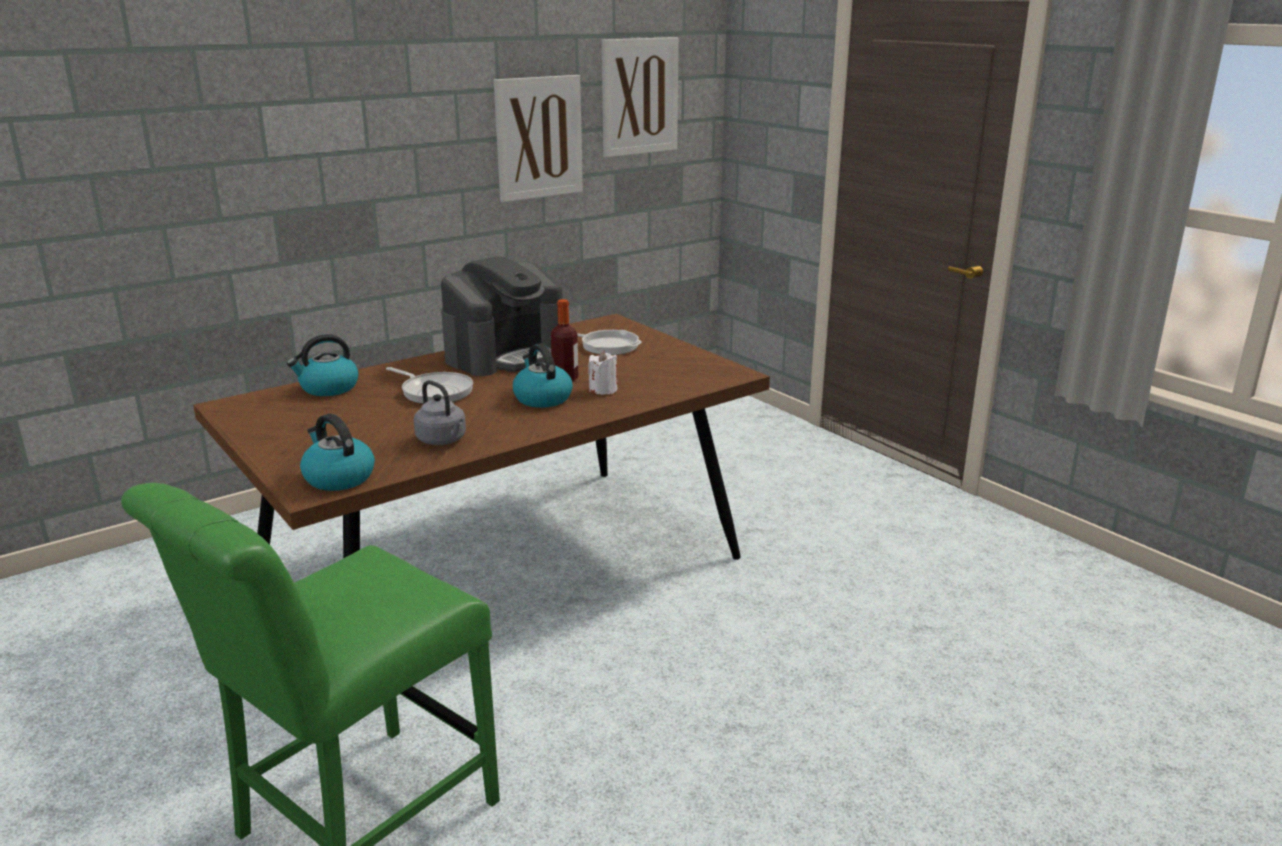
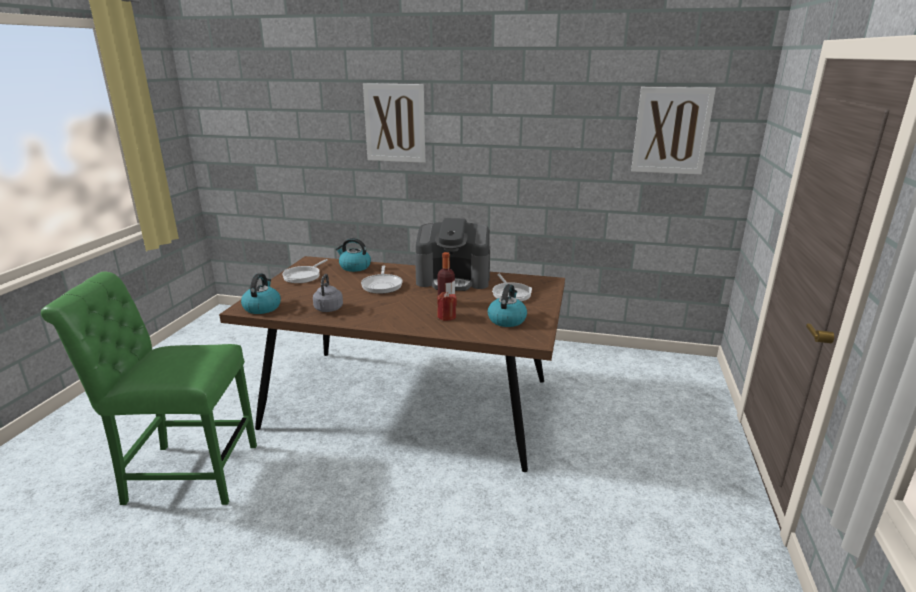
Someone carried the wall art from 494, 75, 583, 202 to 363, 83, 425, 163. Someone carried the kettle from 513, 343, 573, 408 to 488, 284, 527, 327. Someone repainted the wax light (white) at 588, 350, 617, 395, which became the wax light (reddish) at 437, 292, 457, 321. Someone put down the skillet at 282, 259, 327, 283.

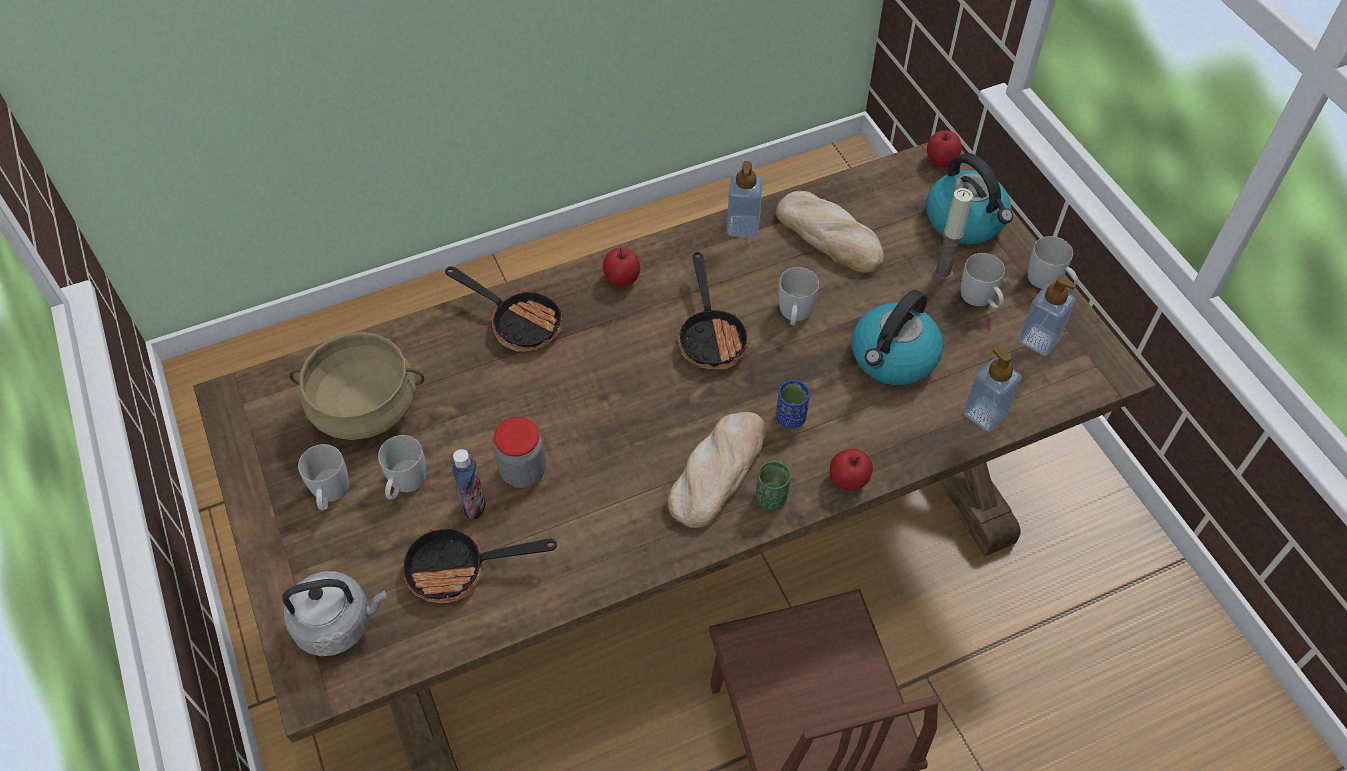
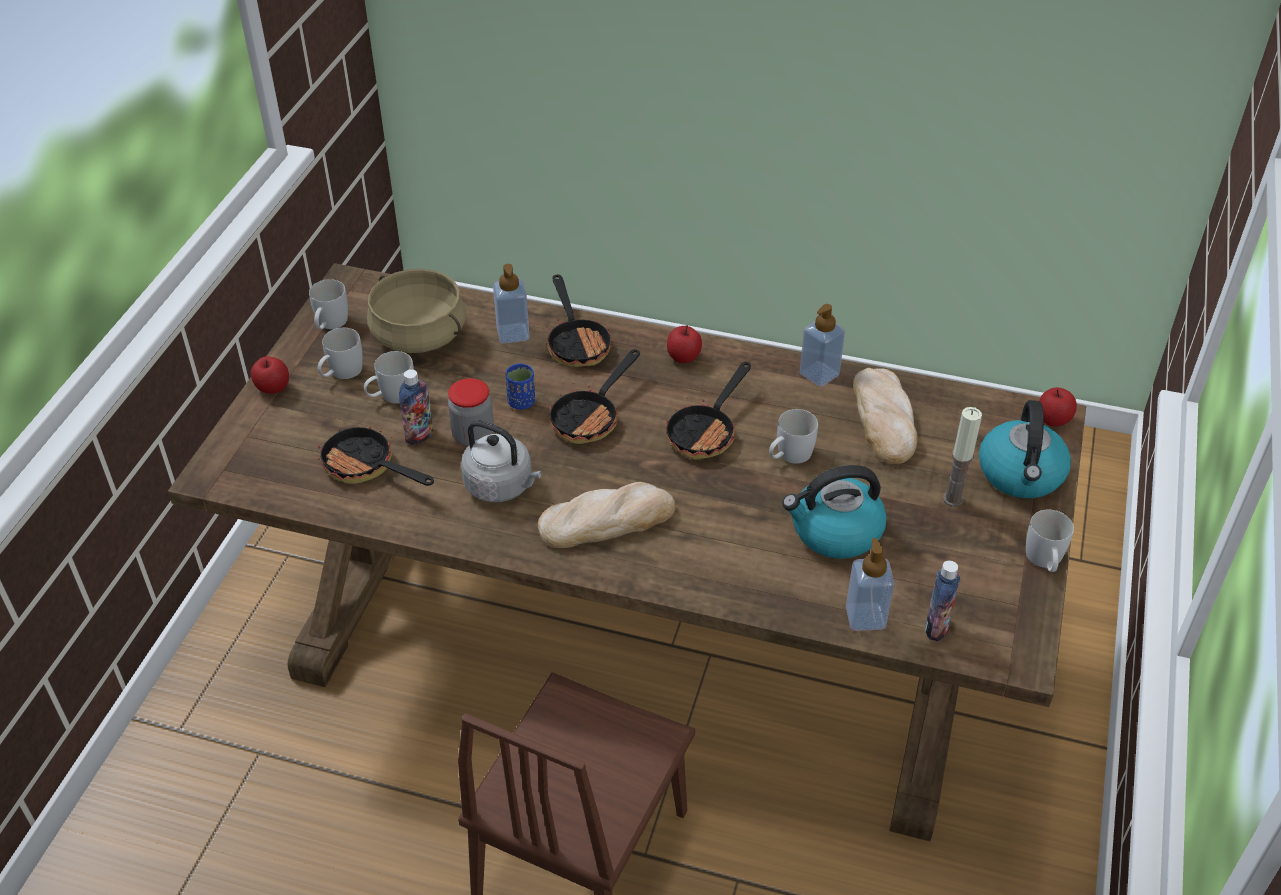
Someone carried the coffee mug (white) from 961, 253, 1005, 309 to 309, 279, 348, 329. Someone carried the soap bottle from 1019, 276, 1076, 356 to 493, 264, 530, 344. Someone carried the cup (bluish) from 776, 380, 810, 429 to 506, 364, 535, 410. Someone carried the apple from 830, 449, 873, 491 to 251, 356, 289, 394. Someone took away the cup (greenish) at 756, 461, 791, 510. Someone carried the kettle (gray) from 282, 571, 387, 656 to 461, 420, 542, 502. Someone put down the skillet at 548, 349, 640, 444. Someone put down the bottle at 925, 560, 960, 641.

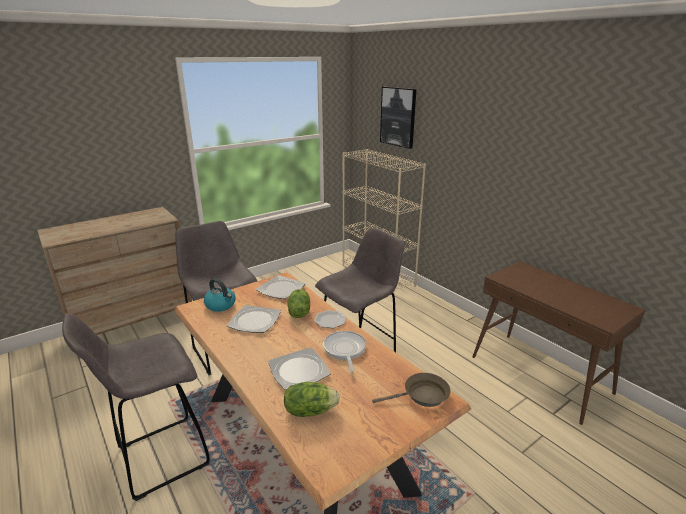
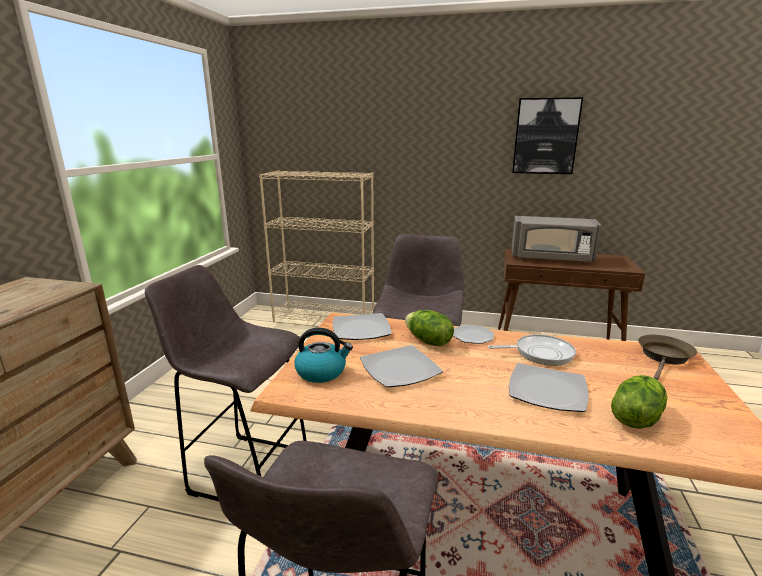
Someone carried the wall art from 380, 87, 416, 149 to 512, 98, 583, 174. Someone rotated the skillet at 323, 331, 366, 372 by 135 degrees clockwise. Someone put down the microwave (gray) at 512, 216, 602, 263.

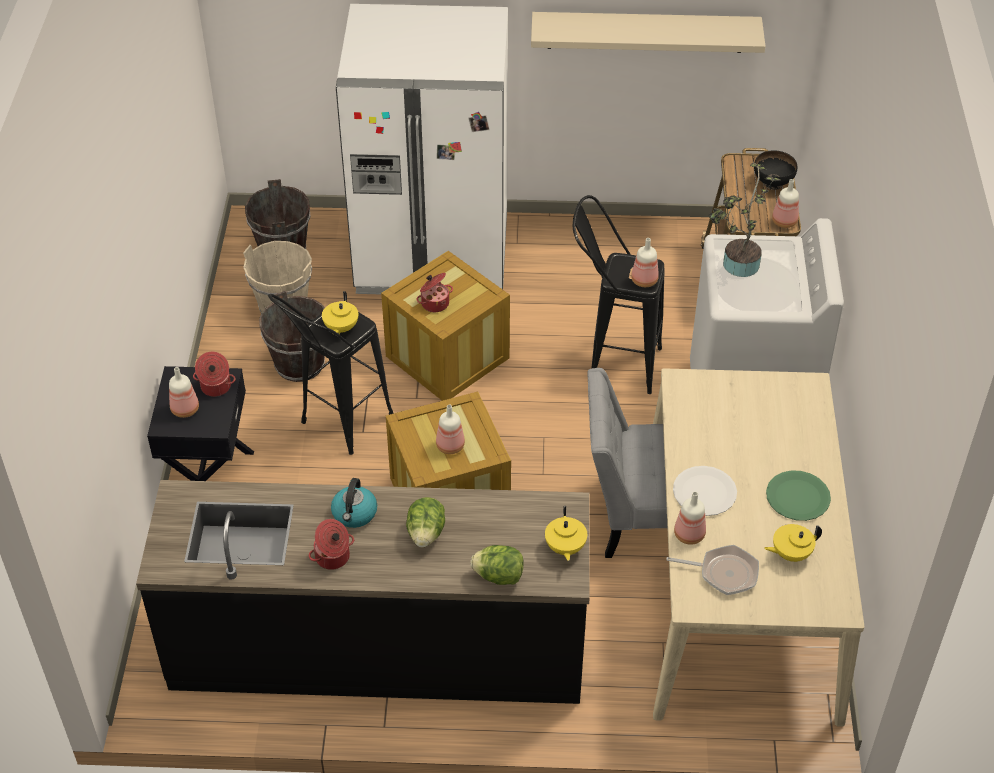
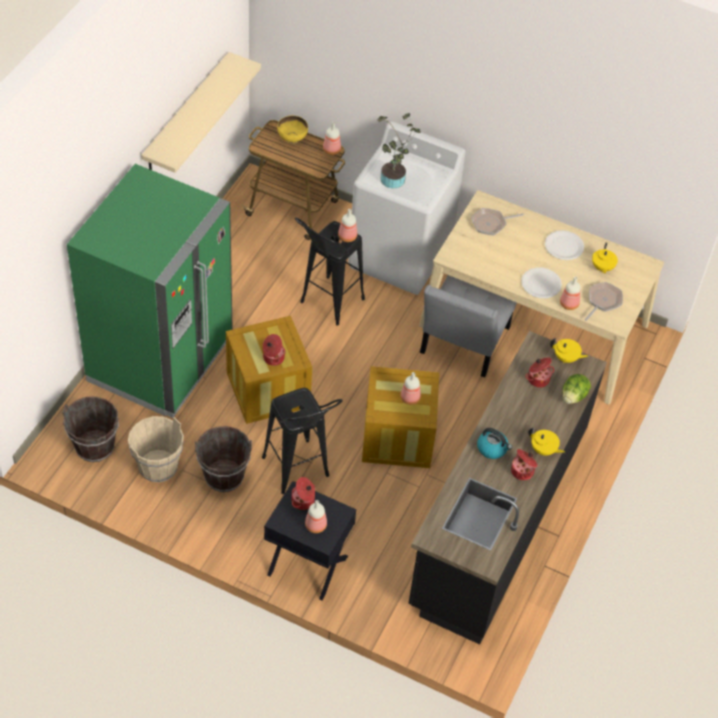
Someone repainted the fridge (white) at 336, 4, 508, 294, which became the fridge (greenish) at 67, 164, 233, 418. Someone repainted the deep dish (blackish) at 754, 150, 797, 190, which became the deep dish (yellow) at 277, 116, 308, 144. Someone carried the teapot (yellow) from 322, 291, 358, 334 to 528, 428, 565, 456. Someone repainted the dinner plate (greenish) at 766, 471, 831, 521, which became the dinner plate (white) at 545, 230, 584, 260. Someone took away the lettuce head at 406, 497, 445, 547. Someone put down the skillet at 471, 208, 524, 236. Someone put down the cooking pot at 526, 358, 554, 387.

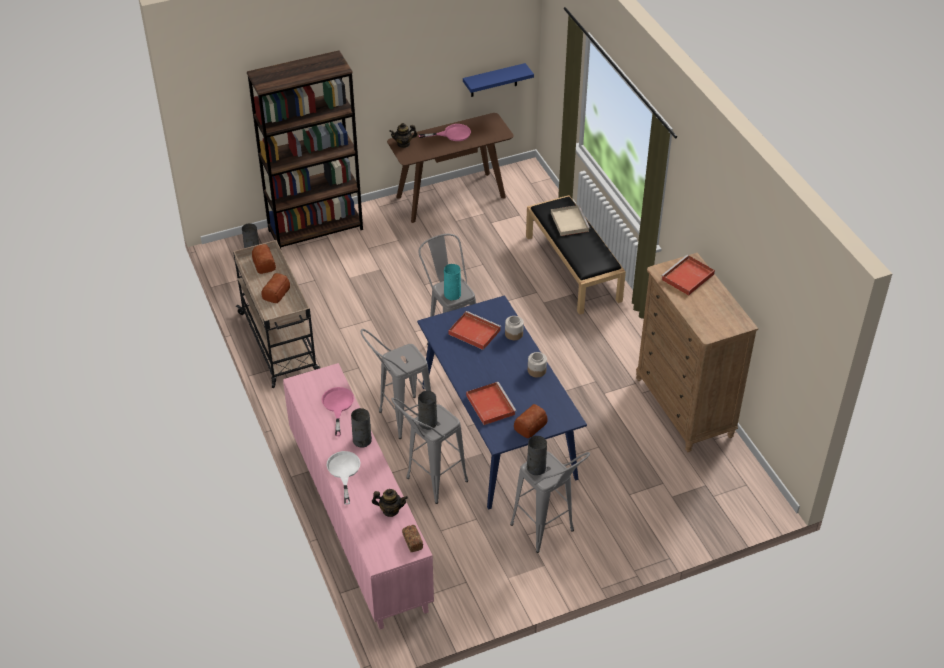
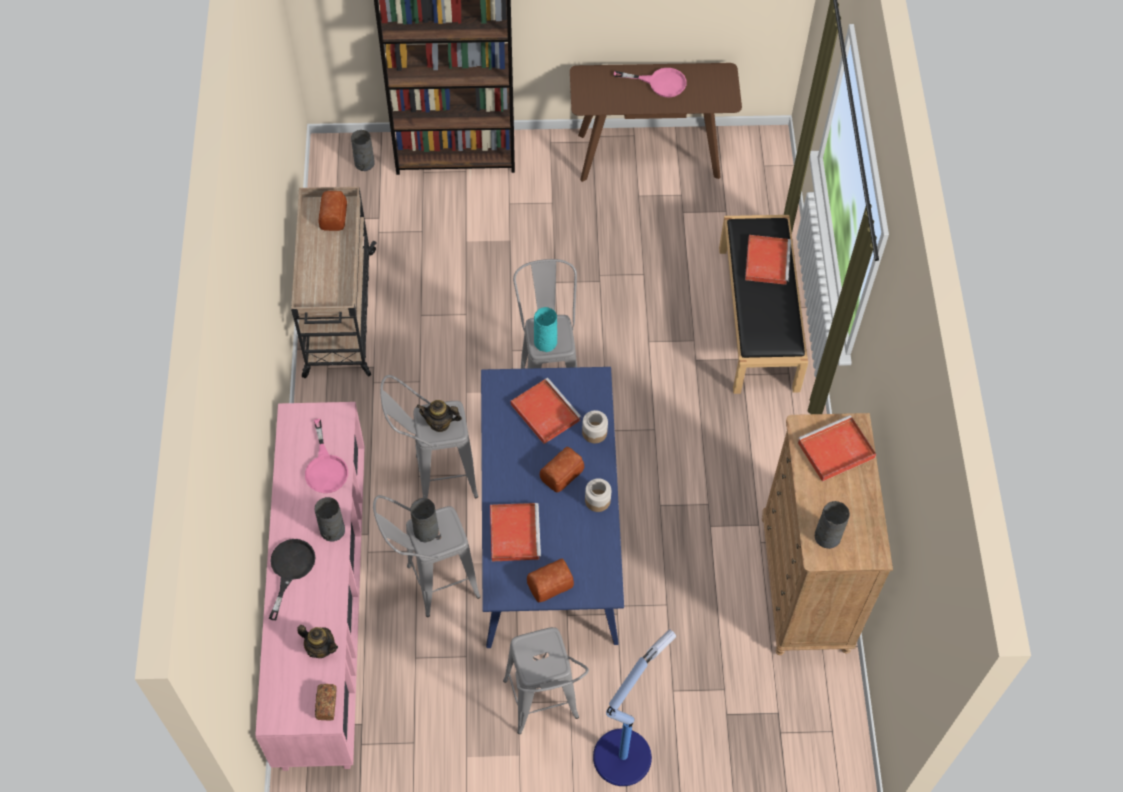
Someone took away the wall shelf (bluish) at 463, 63, 534, 97. Someone carried the teapot from 389, 123, 417, 148 to 416, 400, 462, 432. Someone repainted the serving tray (beige-coloured) at 551, 205, 590, 236, which became the serving tray (reddish) at 745, 235, 791, 285. Someone carried the baked bread from 261, 273, 290, 303 to 540, 447, 584, 493. Someone rotated the skillet (pink) at 322, 387, 354, 436 by 150 degrees clockwise. Someone carried the vase (gray) from 527, 436, 547, 475 to 815, 501, 850, 549. Someone repainted the skillet (white) at 326, 451, 360, 504, which became the skillet (blackish) at 269, 539, 316, 620. Someone put down the standard lamp at 593, 629, 676, 786.

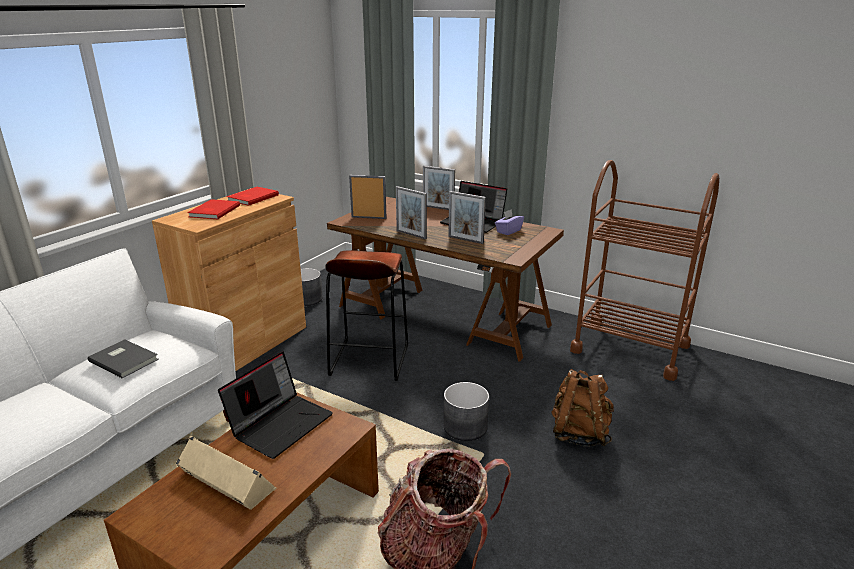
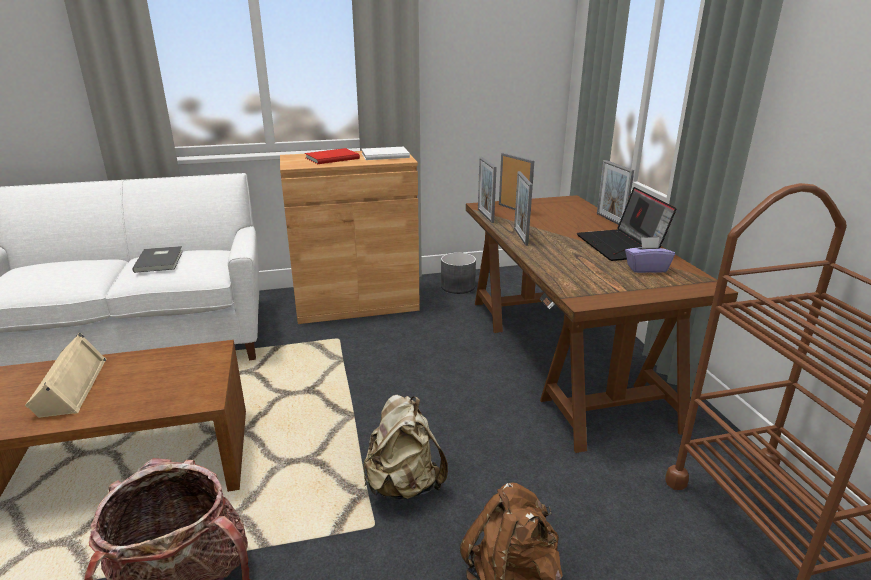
Someone repainted the volume (reddish) at 226, 187, 279, 206, which became the volume (white) at 362, 147, 410, 160. Someone carried the standing frame from 448, 191, 486, 244 to 478, 157, 497, 223. Someone took away the stool (brown) at 325, 250, 408, 381. Someone took away the laptop at 218, 352, 333, 459. Someone swapped the flower pot (gray) at 444, 382, 489, 441 for the rucksack (beige-coloured) at 363, 395, 448, 500.

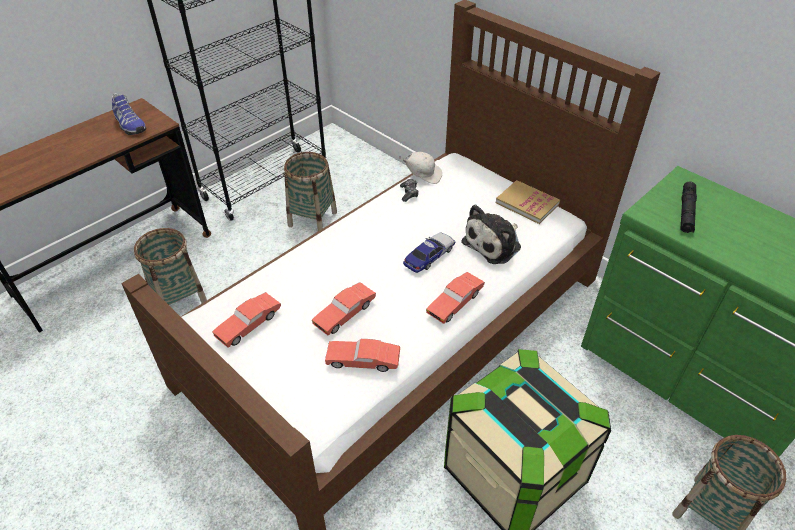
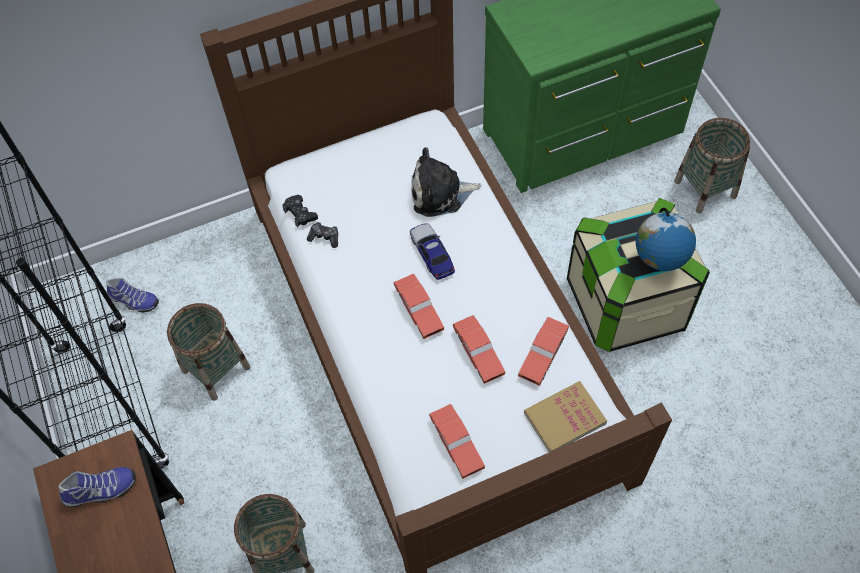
Someone swapped the baseball cap (white) at 399, 152, 442, 184 for the gamepad (blackish) at 282, 195, 318, 227. Someone carried the volume from 496, 180, 560, 224 to 524, 381, 607, 452. Someone took away the hand torch (blackish) at 680, 182, 697, 233. Someone rotated the plush toy at 461, 205, 521, 264 by 105 degrees clockwise. Someone carried the model car (reddish) from 426, 272, 485, 324 to 394, 274, 444, 339. Someone put down the desk globe at 636, 208, 696, 271. Someone put down the item of footwear at 107, 278, 159, 313.

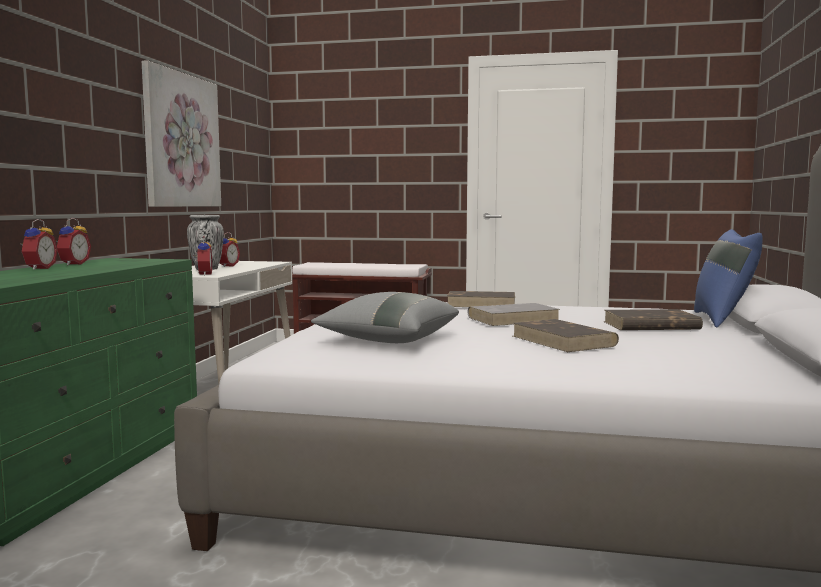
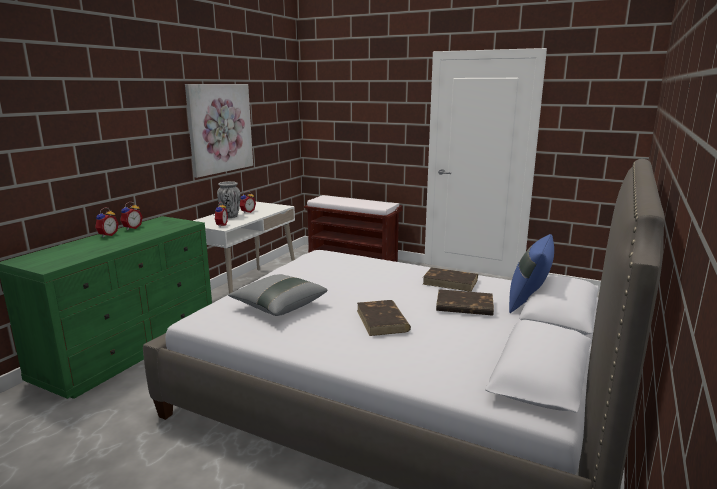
Someone carried the volume (brown) from 447, 291, 515, 307 to 423, 267, 478, 292. Someone took away the volume (gray) at 468, 303, 560, 326.

